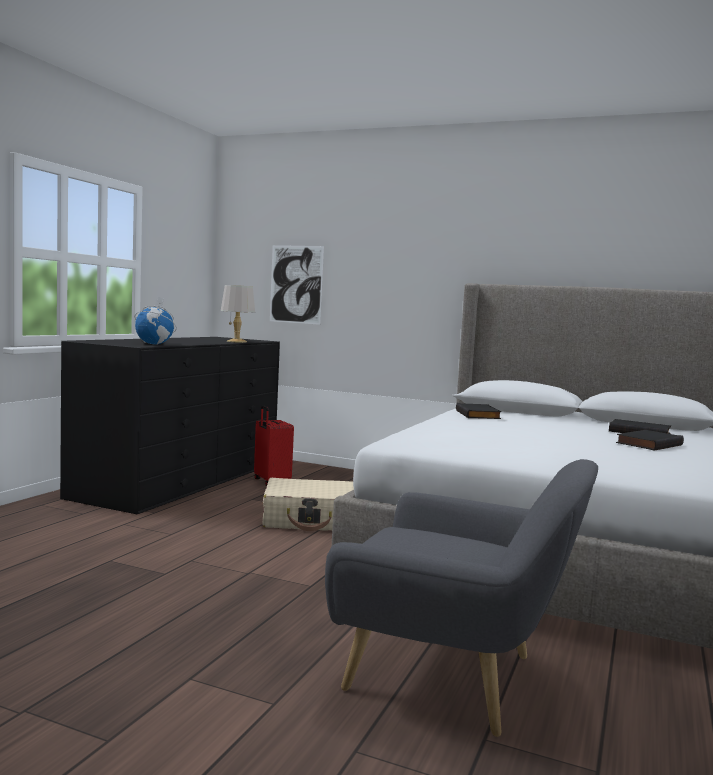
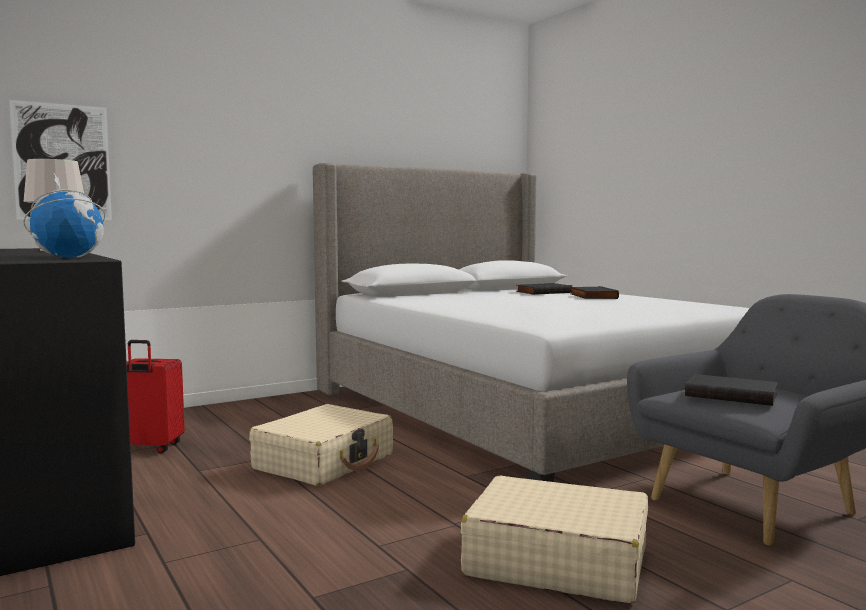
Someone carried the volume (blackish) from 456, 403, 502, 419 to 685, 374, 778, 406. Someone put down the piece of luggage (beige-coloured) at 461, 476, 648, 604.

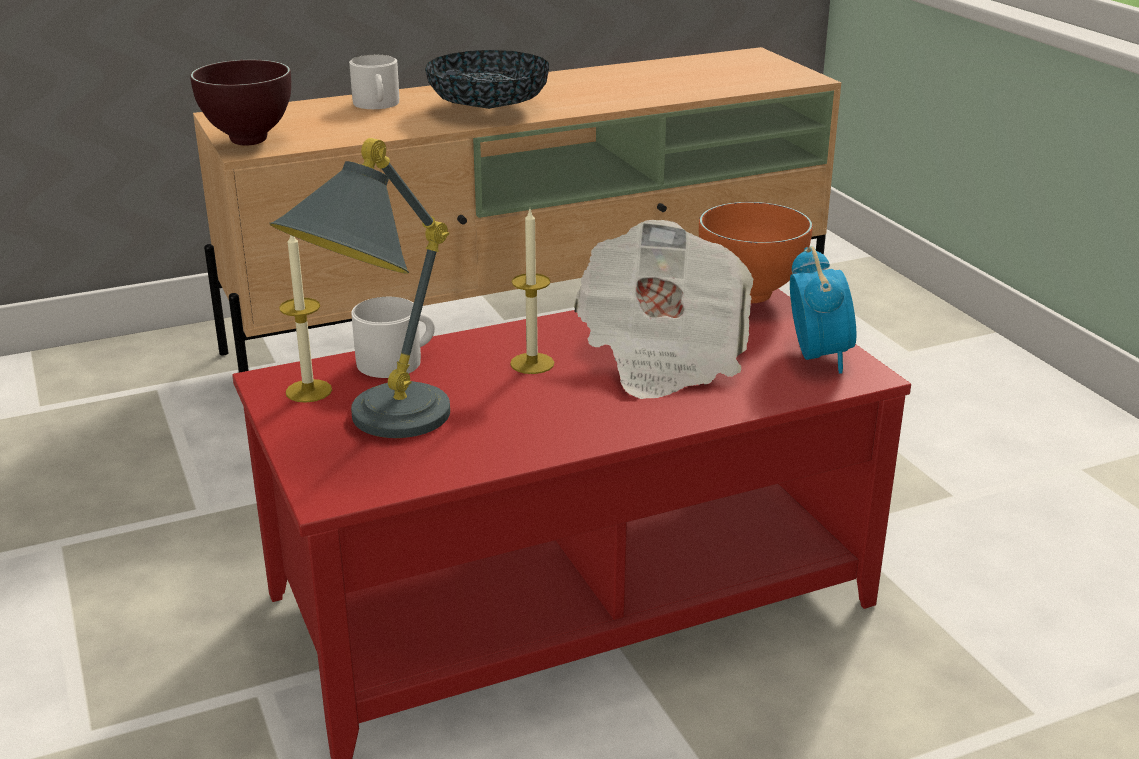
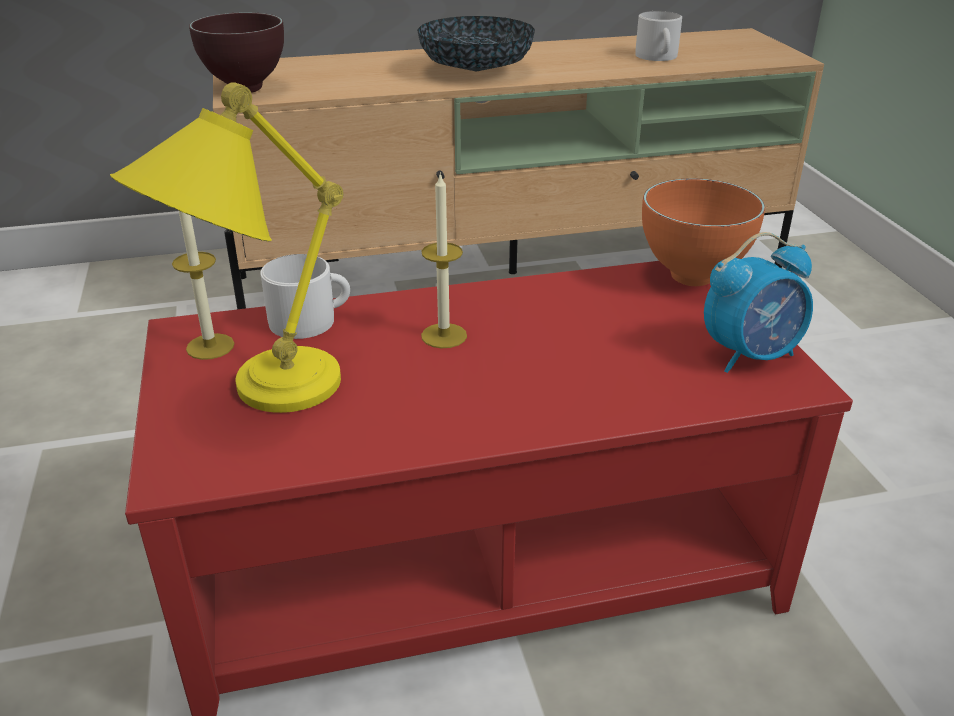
Someone carried the coffee mug (white) from 349, 55, 399, 109 to 635, 11, 682, 61. Someone repainted the table lamp (gray) at 270, 138, 450, 438, which became the table lamp (yellow) at 110, 82, 343, 413. Someone took away the printed paper at 573, 220, 753, 399. Someone rotated the bedside clock at 790, 246, 856, 373 by 60 degrees clockwise.

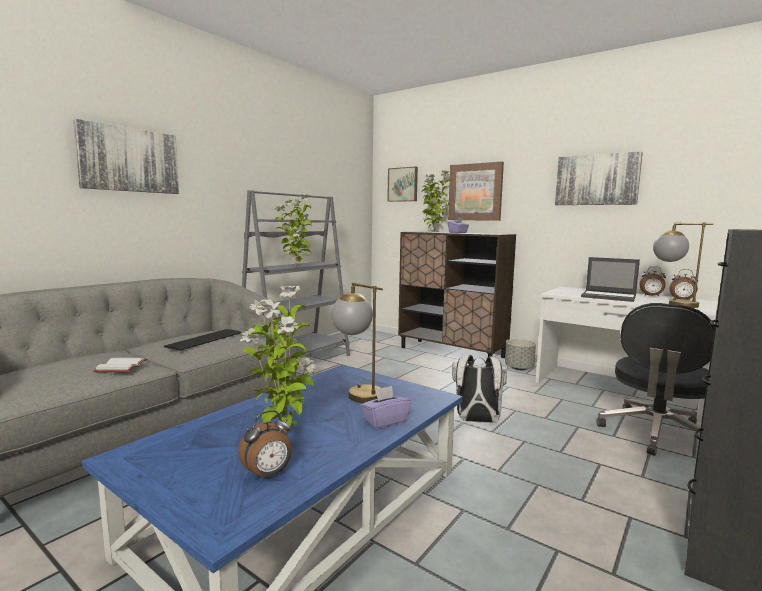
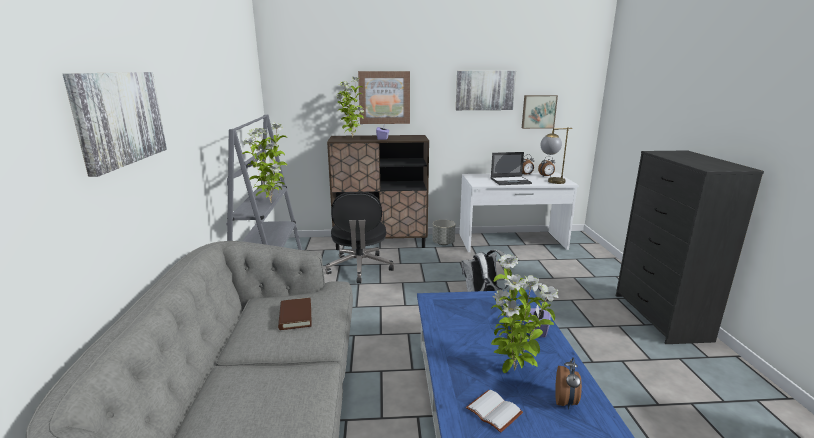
Someone carried the wall art from 387, 167, 418, 202 to 522, 95, 558, 129. Someone took away the table lamp at 331, 282, 383, 403. Someone carried the computer chair (blackish) from 597, 303, 715, 456 to 326, 192, 394, 283. Someone swapped the computer keyboard at 164, 329, 241, 351 for the volume (brown) at 278, 298, 312, 330. Someone carried the volume (white) from 93, 358, 147, 372 to 466, 390, 523, 433.

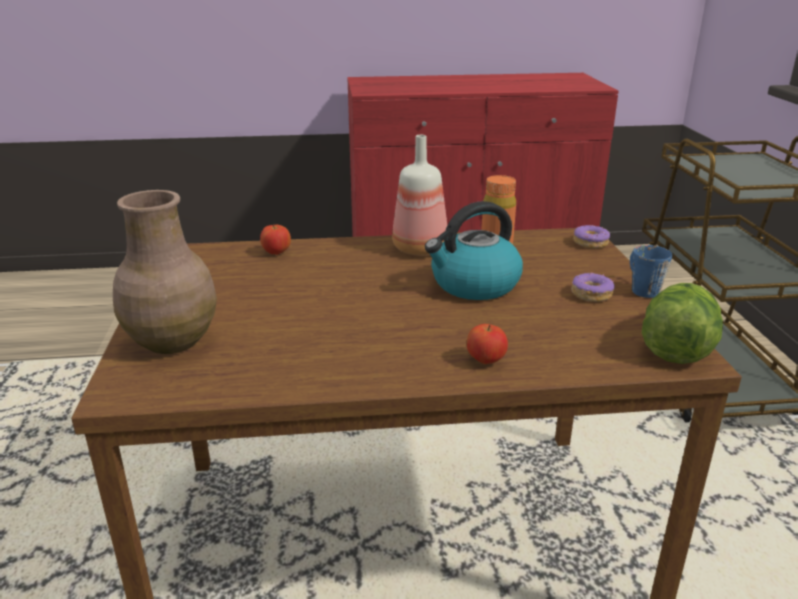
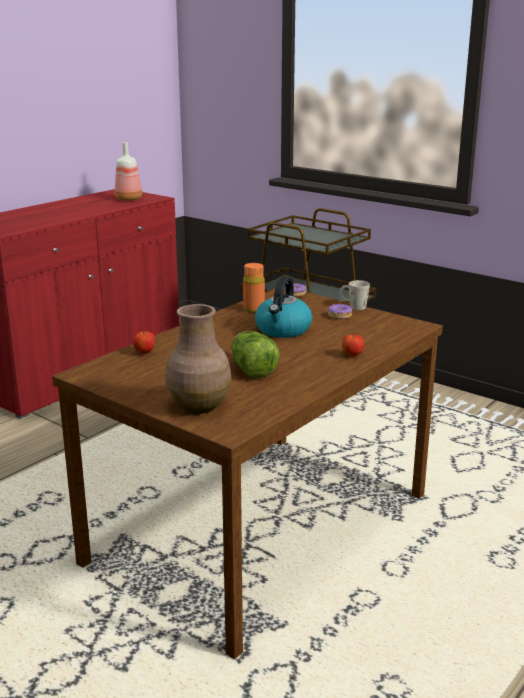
Someone carried the bottle from 392, 135, 447, 256 to 115, 142, 142, 201. Someone repainted the coffee mug (bluish) at 630, 245, 672, 298, which became the coffee mug (white) at 340, 280, 370, 310. Someone carried the lettuce head from 642, 283, 723, 364 to 231, 331, 280, 378.

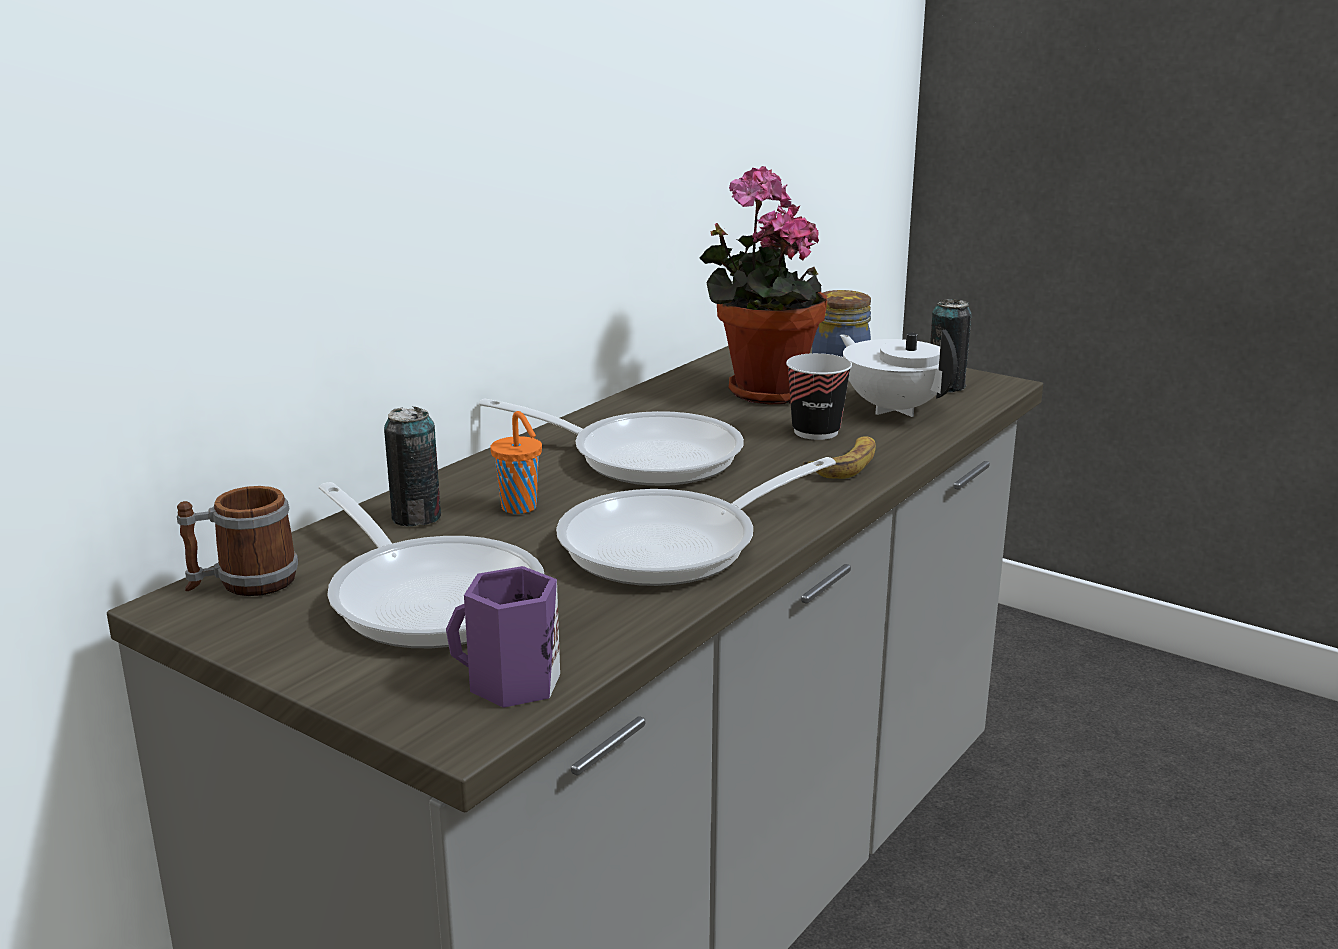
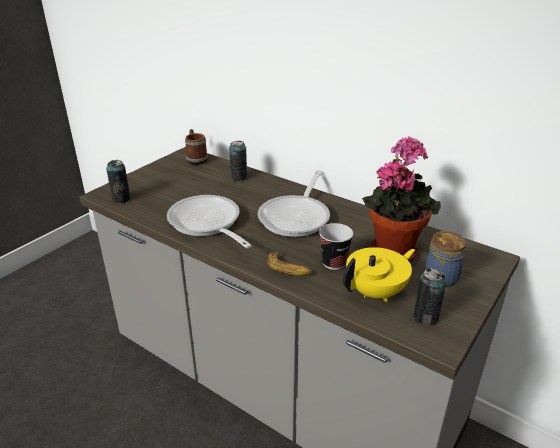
Someone repainted the teapot (white) at 840, 329, 957, 417, which became the teapot (yellow) at 343, 247, 415, 302. Someone took away the cup (orange) at 490, 411, 542, 514. Someone took away the skillet at 319, 482, 544, 648. Someone swapped the coffee mug (purple) at 446, 566, 560, 708 for the can at 106, 160, 131, 203.

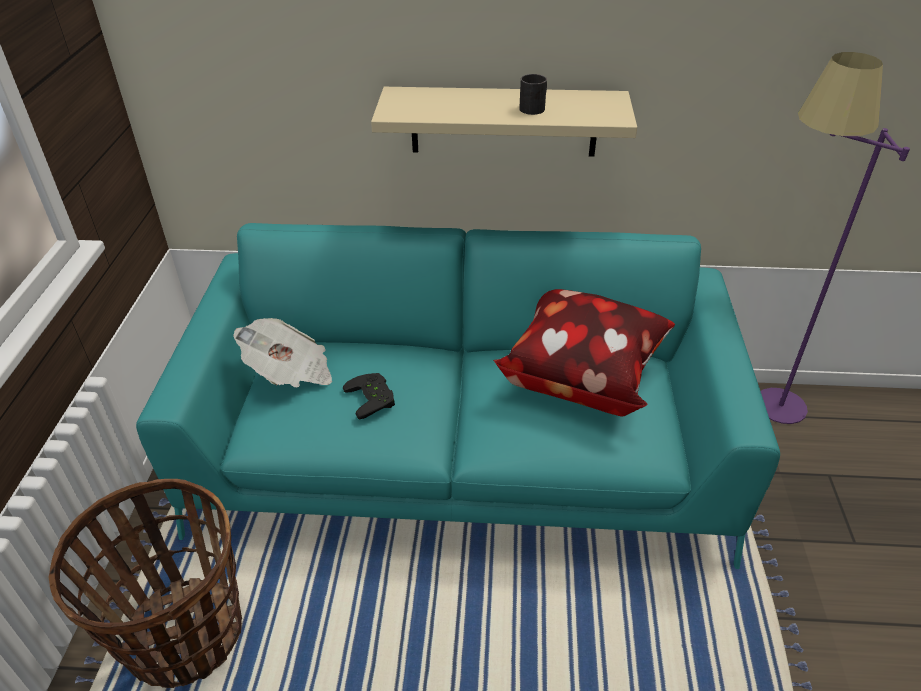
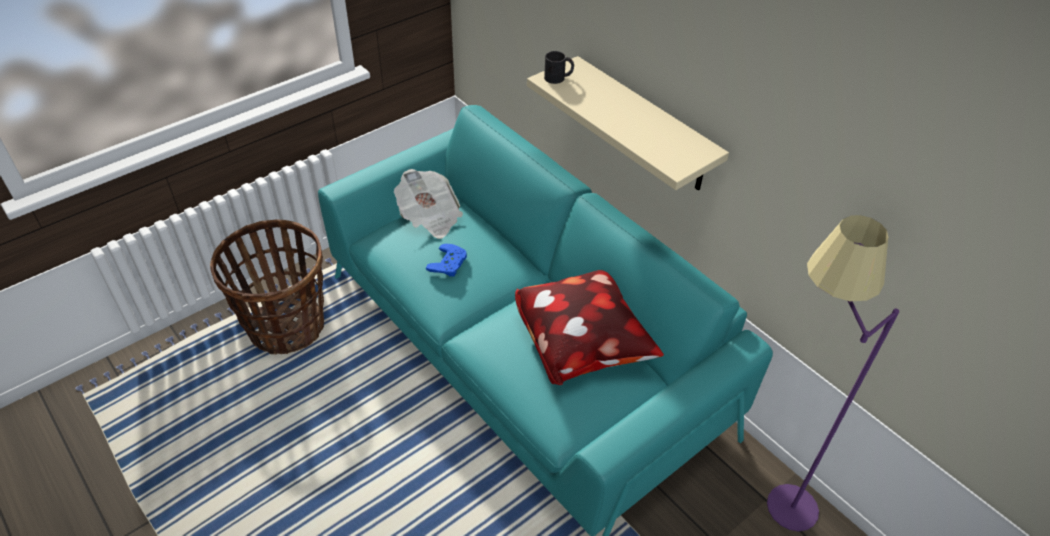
Someone carried the coffee mug (blackish) from 519, 74, 547, 115 to 544, 51, 574, 84. Someone repainted the gamepad (blackish) at 343, 373, 395, 419, which became the gamepad (bluish) at 426, 244, 467, 277.

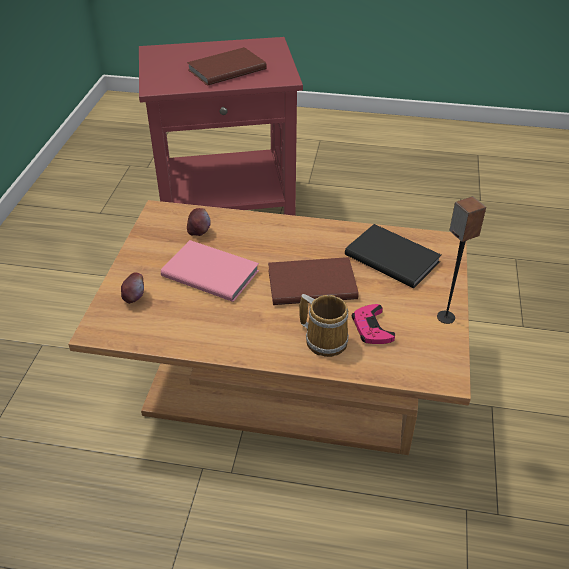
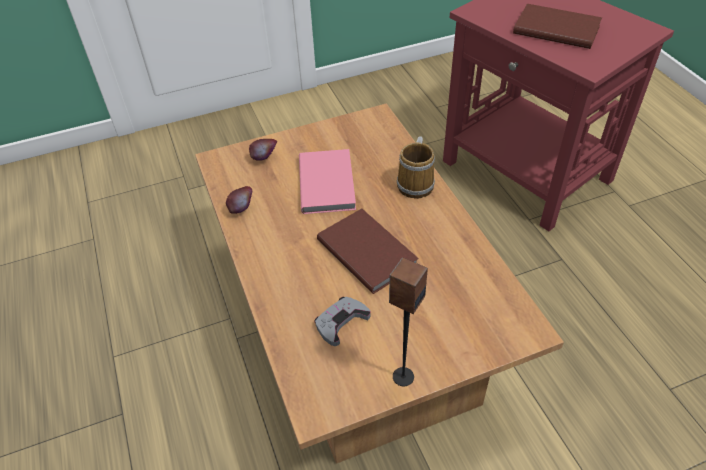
Someone carried the apple from 187, 208, 211, 236 to 226, 186, 252, 214. Someone took away the volume (blackish) at 345, 224, 441, 288. Someone carried the coffee mug from 299, 294, 349, 357 to 396, 136, 435, 199. Someone repainted the gamepad (pink) at 352, 304, 395, 344, which became the gamepad (gray) at 314, 297, 371, 346.

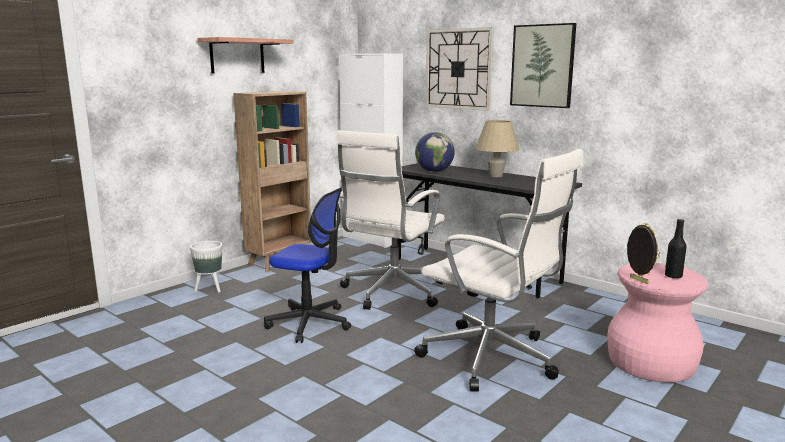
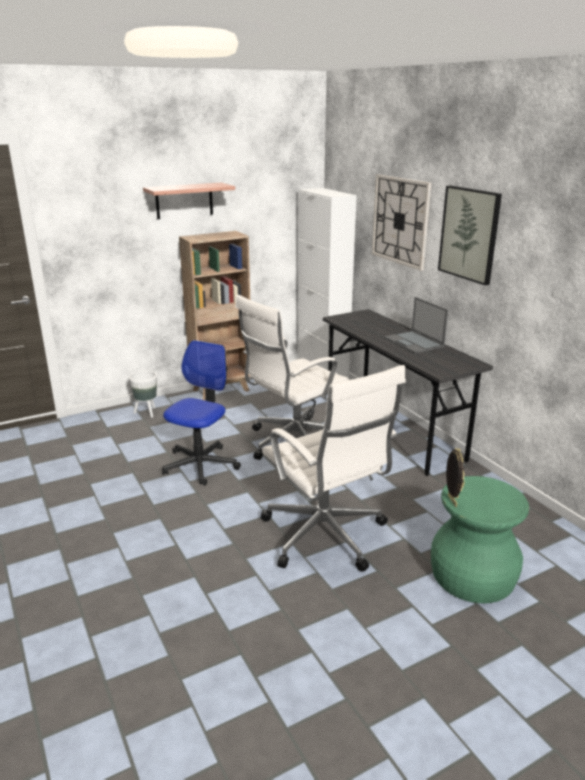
Someone swapped the table lamp (beige-coloured) at 475, 120, 519, 177 for the laptop at 384, 297, 448, 353. Someone took away the desk globe at 415, 132, 455, 172. Someone rotated the computer chair at 264, 187, 351, 343 by 105 degrees counterclockwise. Someone took away the bottle (blackish) at 665, 219, 687, 279. Someone repainted the stool (pink) at 607, 263, 708, 382, which became the stool (greenish) at 431, 476, 529, 603.

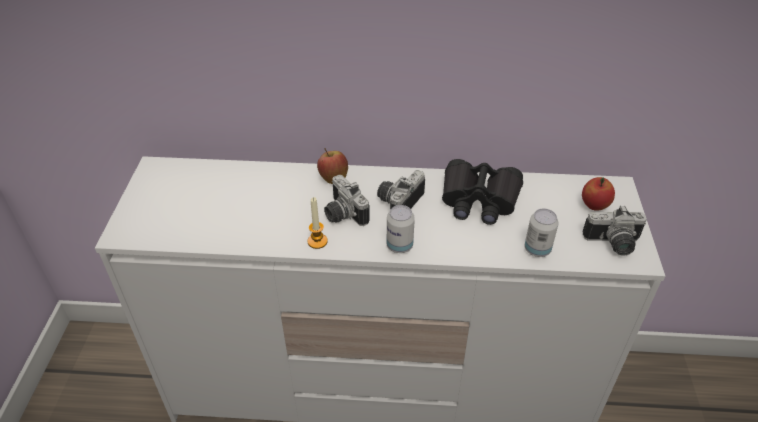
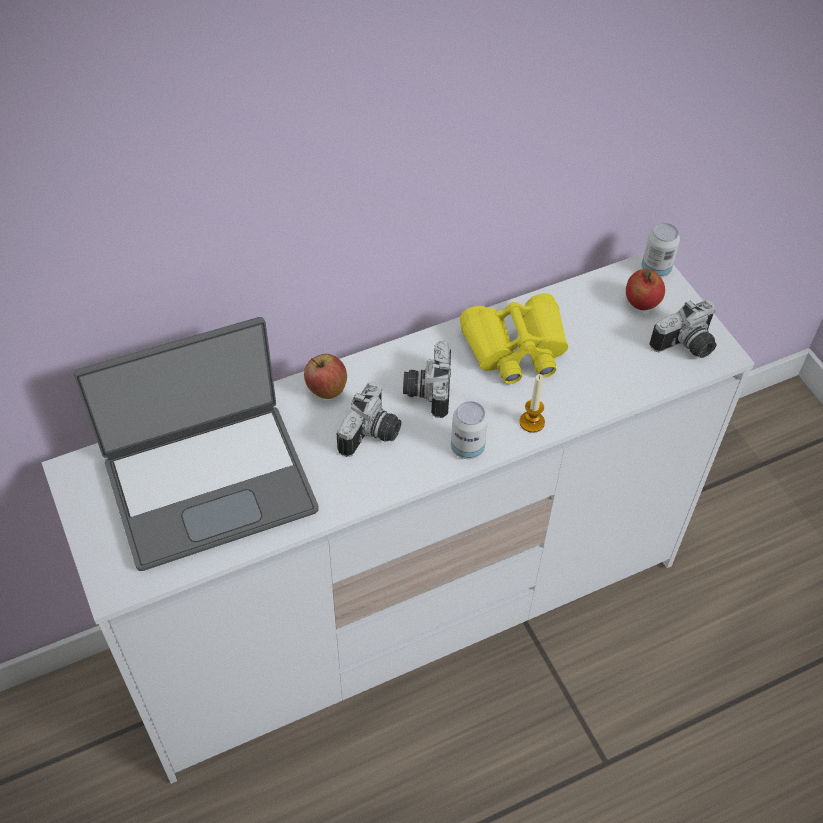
Someone repainted the pair of binoculars (blackish) at 442, 159, 523, 225, which became the pair of binoculars (yellow) at 460, 293, 568, 384. Someone rotated the still camera at 324, 175, 370, 226 by 90 degrees counterclockwise. Someone carried the wax light from 308, 197, 328, 249 to 519, 374, 545, 433. Someone carried the can from 524, 209, 559, 257 to 641, 223, 680, 278. Someone put down the laptop at 74, 317, 319, 571.

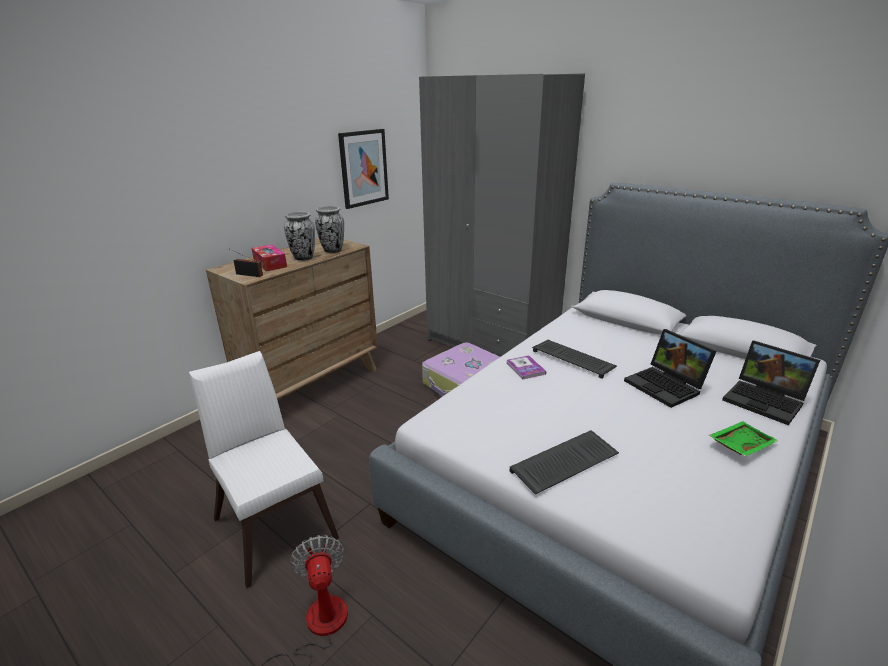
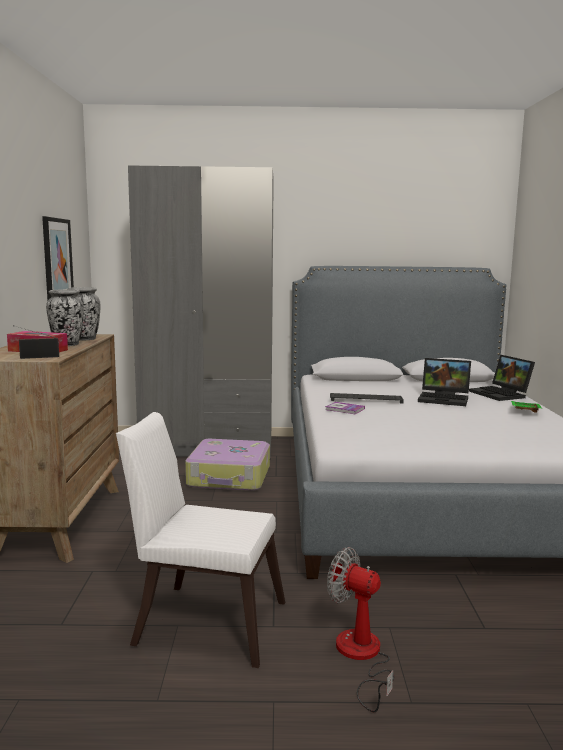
Someone rotated the laptop at 722, 340, 820, 425 by 60 degrees clockwise. Someone took away the computer keyboard at 509, 430, 619, 494.

